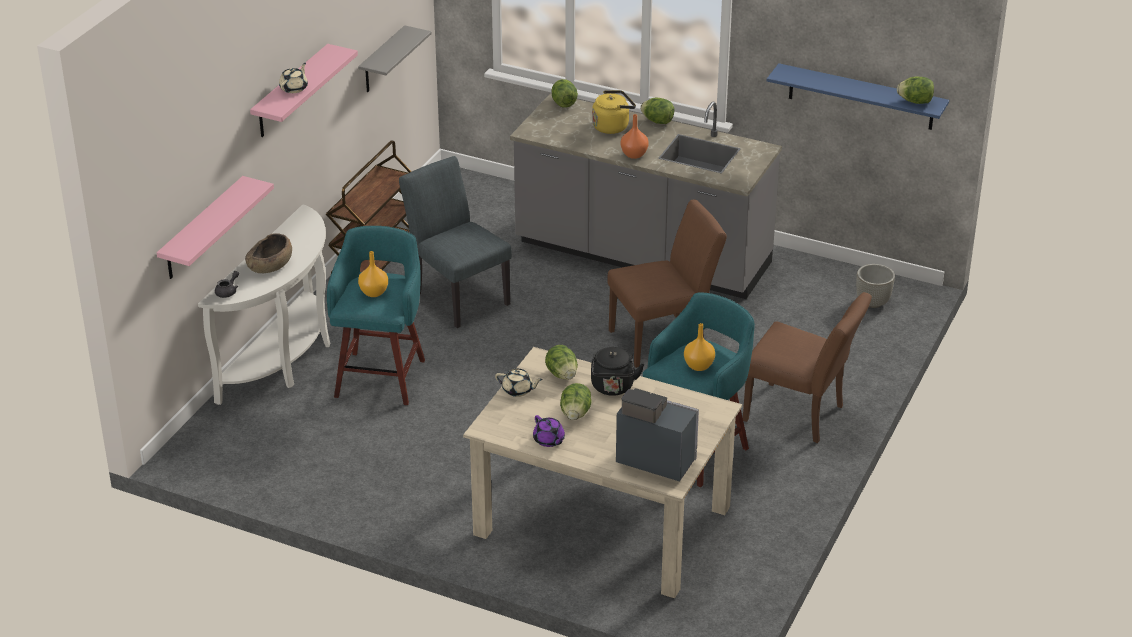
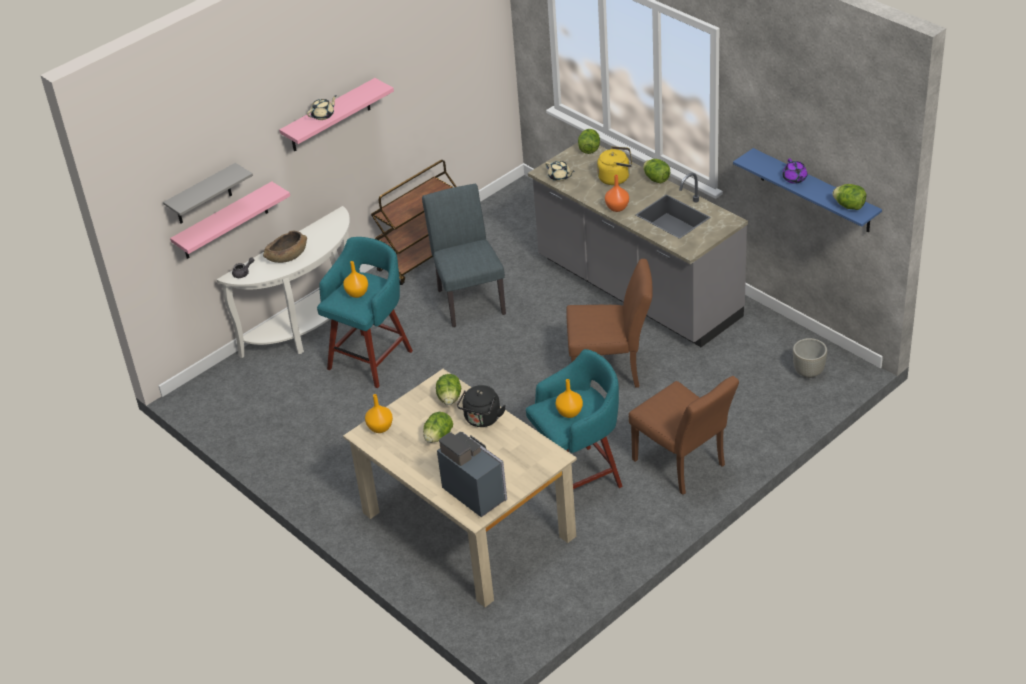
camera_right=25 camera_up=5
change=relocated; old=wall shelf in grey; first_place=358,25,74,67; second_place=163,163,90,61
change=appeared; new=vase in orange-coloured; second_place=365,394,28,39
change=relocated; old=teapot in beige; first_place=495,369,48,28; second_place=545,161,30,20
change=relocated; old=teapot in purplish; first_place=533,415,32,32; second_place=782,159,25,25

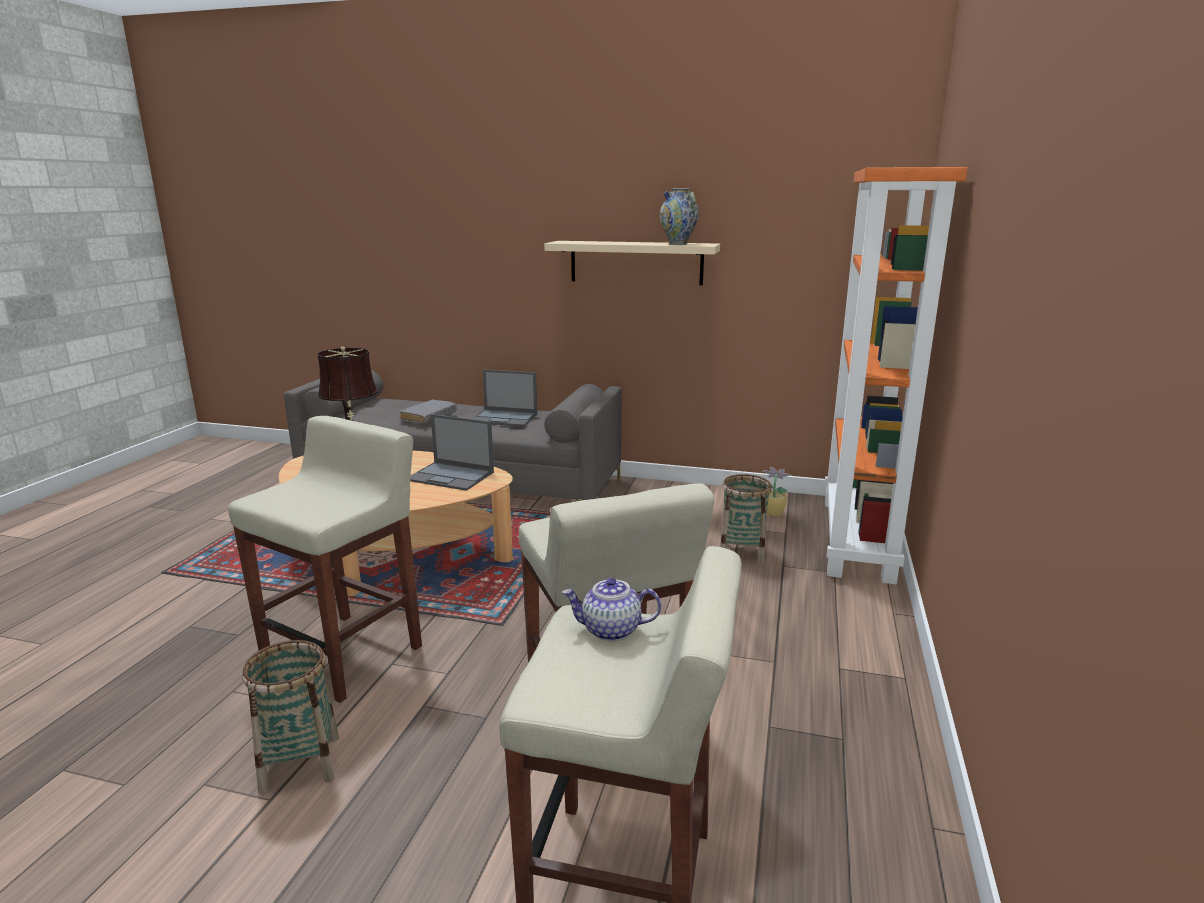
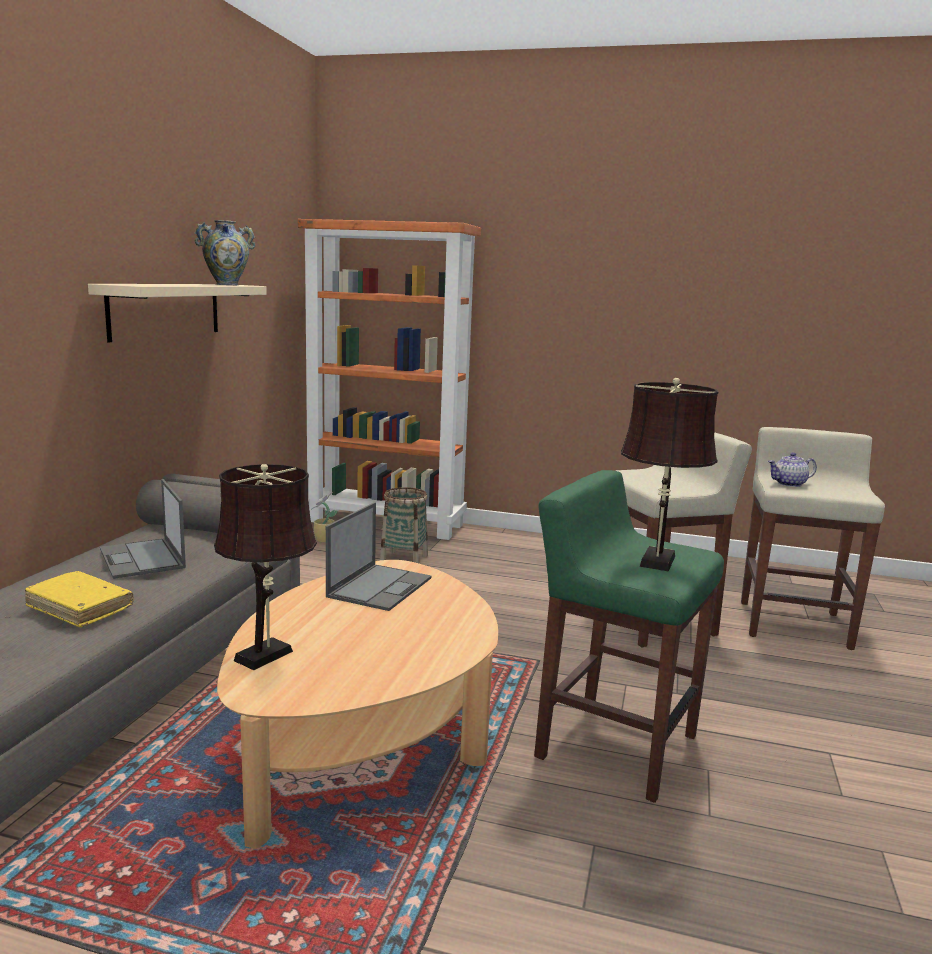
camera_right=-90 camera_up=-5
change=colour; old=book in grey; new=book in yellow; first_place=399,400,58,24; second_place=25,571,109,56
change=spun; old=portable computer; first_place=472,370,65,56; second_place=100,479,86,100; degrees=135
change=colour; old=sitting stool in beige; new=sitting stool in green-coloured; first_place=228,416,194,287; second_place=534,470,190,333
change=appeared; new=tabletop lamp in brownish; second_place=621,378,97,194
change=spun; old=teapot; first_place=562,578,99,63; second_place=768,452,49,35; degrees=75
change=missing; old=household basket; first_place=242,640,97,154

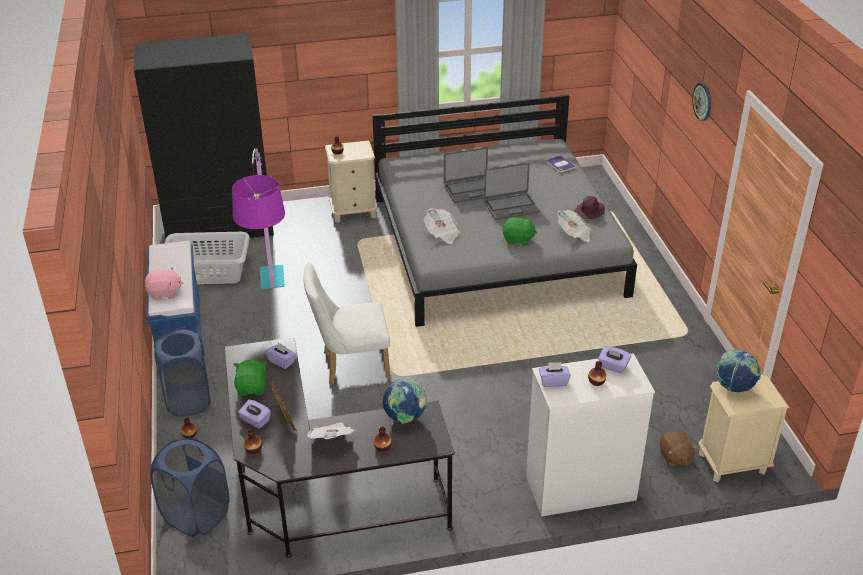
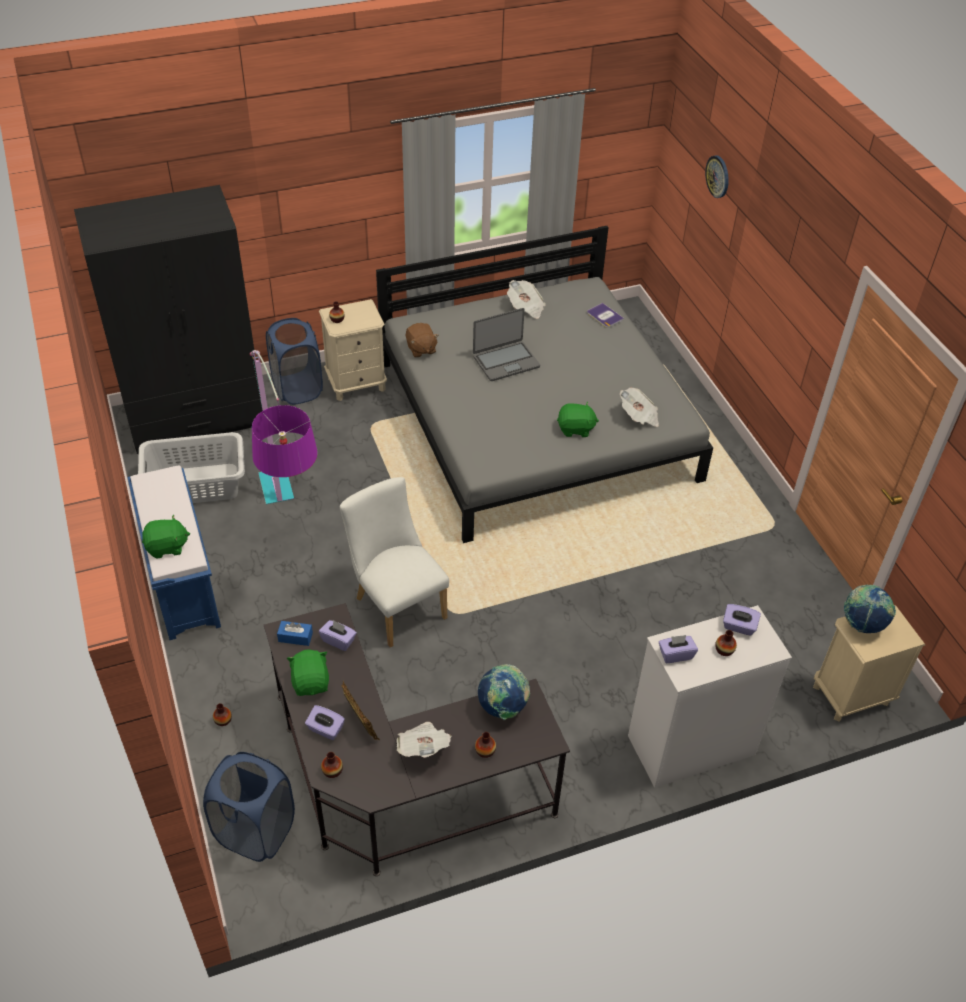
camera_right=-10 camera_up=10
change=colour; old=cuddly toy in pinkish; new=cuddly toy in green-coloured; first_place=145,267,38,33; second_place=142,515,48,43
change=relocated; old=hamper in bluish; first_place=154,328,57,89; second_place=266,318,57,87
change=appeared; new=tissue box in bluish; second_place=277,621,36,25
change=spun; old=upright chair in whitish; first_place=303,263,87,122; second_place=340,477,109,170; degrees=75
change=relocated; old=cuddly toy in brownish; first_place=660,431,37,37; second_place=406,323,33,35
change=relocated; old=newspaper; first_place=424,208,37,36; second_place=507,280,39,39
change=relocated; old=hanging clock; first_place=692,83,19,38; second_place=705,155,24,43
change=missing; old=portable computer; first_place=484,162,56,58
change=missing; old=wearable hat in purplish; first_place=574,196,31,23

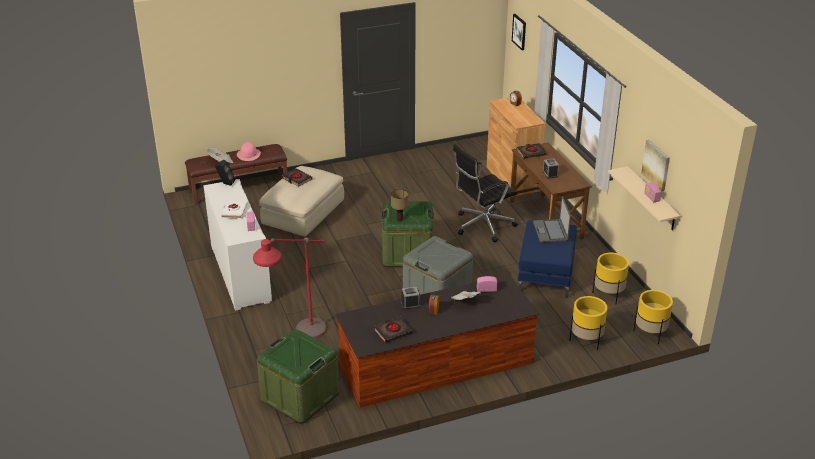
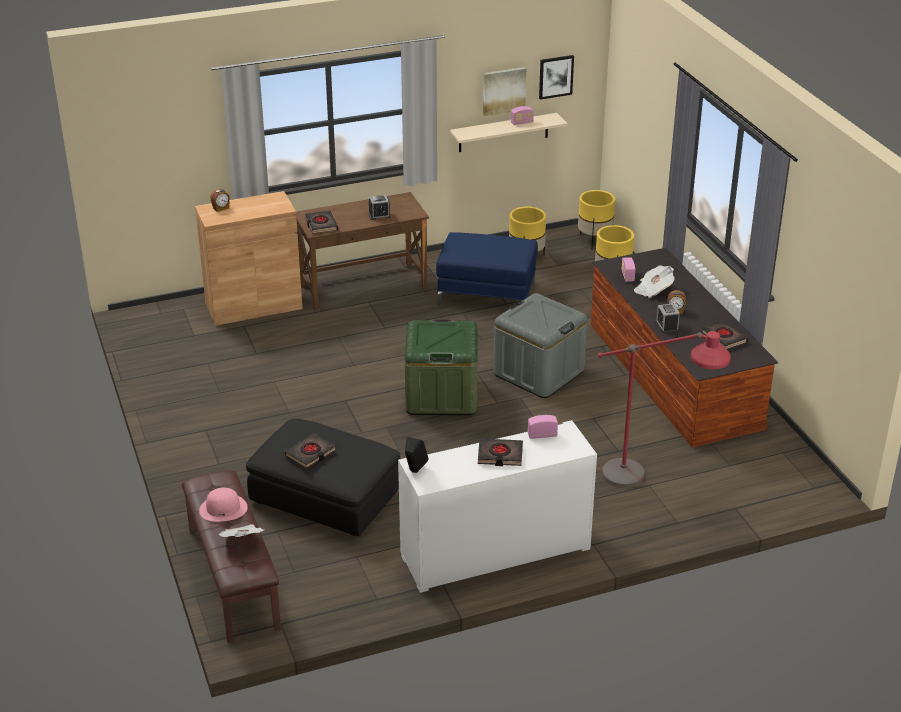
camera_right=-90 camera_up=0
change=colour; old=footrest in beige; new=footrest in black-coloured; first_place=259,166,85,71; second_place=246,419,154,117
change=colour; old=book in whitish; new=book in black-coloured; first_place=221,200,27,19; second_place=478,438,45,28
change=relocated; old=picture; first_place=512,14,14,37; second_place=539,55,35,45
change=missing; old=storage bin in green-coloured; first_place=257,329,82,95
change=missing; old=tabletop lamp; first_place=391,189,18,32
change=missing; old=desk chair in black-coloured; first_place=453,144,65,98
change=missing; old=portable computer; first_place=533,196,38,47

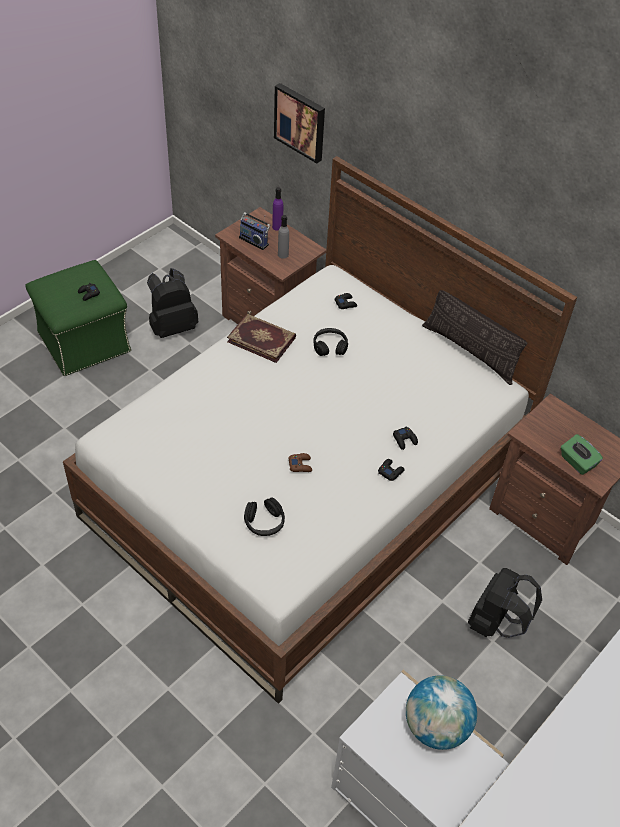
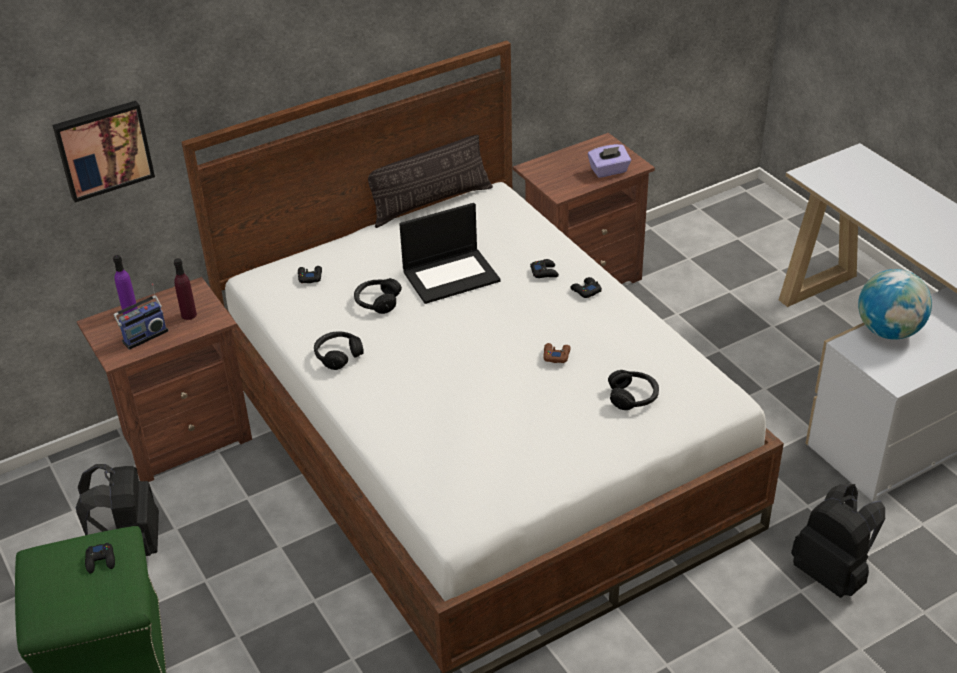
camera_right=-70 camera_up=-10
change=colour; old=bottle in grey; new=bottle in purplish; first_place=278,215,11,44; second_place=174,258,23,62
change=exchanged; old=book; new=headphones in black-coloured; first_place=227,314,69,49; second_place=314,331,50,39
change=appeared; new=portable computer; second_place=399,203,102,101
change=colour; old=tissue box in green-coloured; new=tissue box in purplish; first_place=561,434,42,41; second_place=588,144,43,34
change=relocated; old=backpack in black-coloured; first_place=468,568,74,70; second_place=791,484,94,114

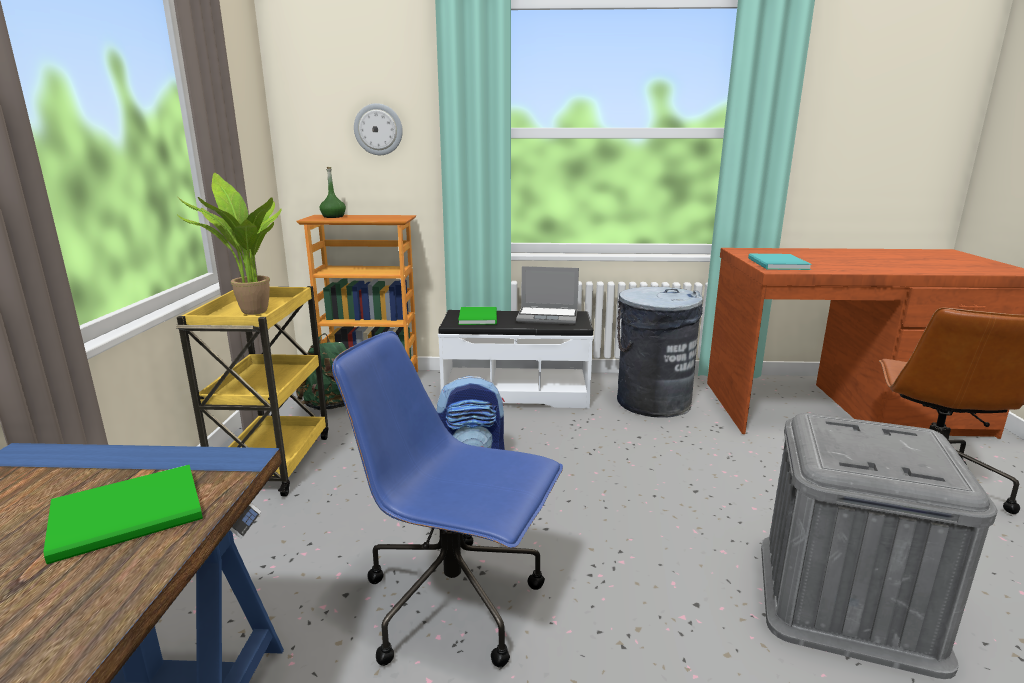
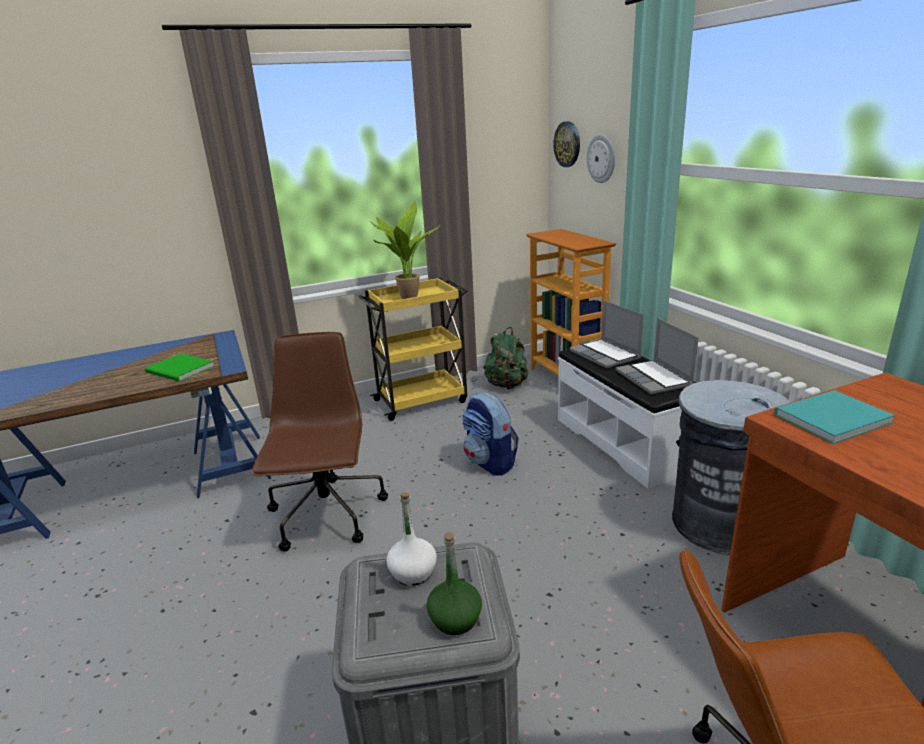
camera_right=65 camera_up=5
change=colour; old=desk chair in bluish; new=desk chair in brownish; first_place=332,331,231,337; second_place=252,332,136,219
change=appeared; new=bottle in whitish; second_place=387,492,50,94
change=relocated; old=bottle in green-coloured; first_place=320,167,26,51; second_place=426,532,56,103
change=appeared; new=hanging clock; second_place=553,121,27,46
change=exchanged; old=book in green-coloured; new=portable computer; first_place=458,307,39,18; second_place=570,300,74,69

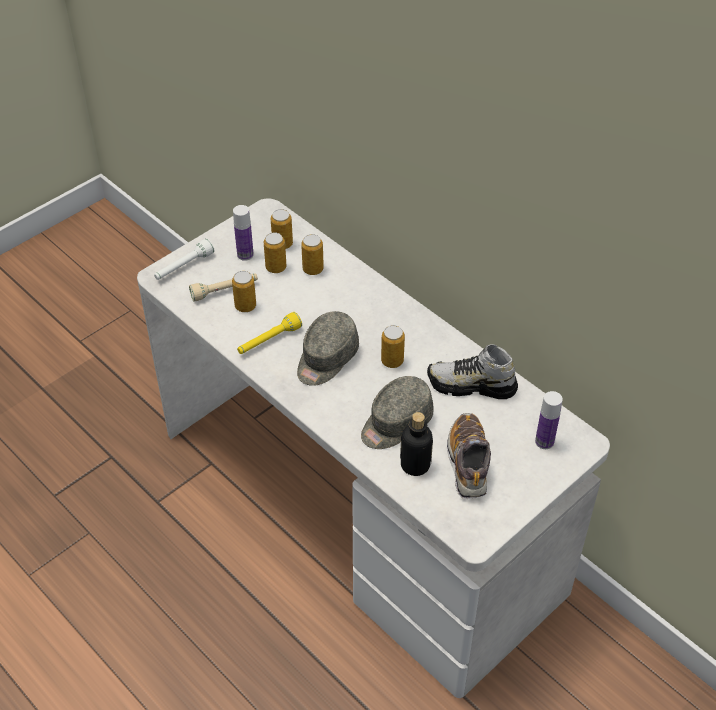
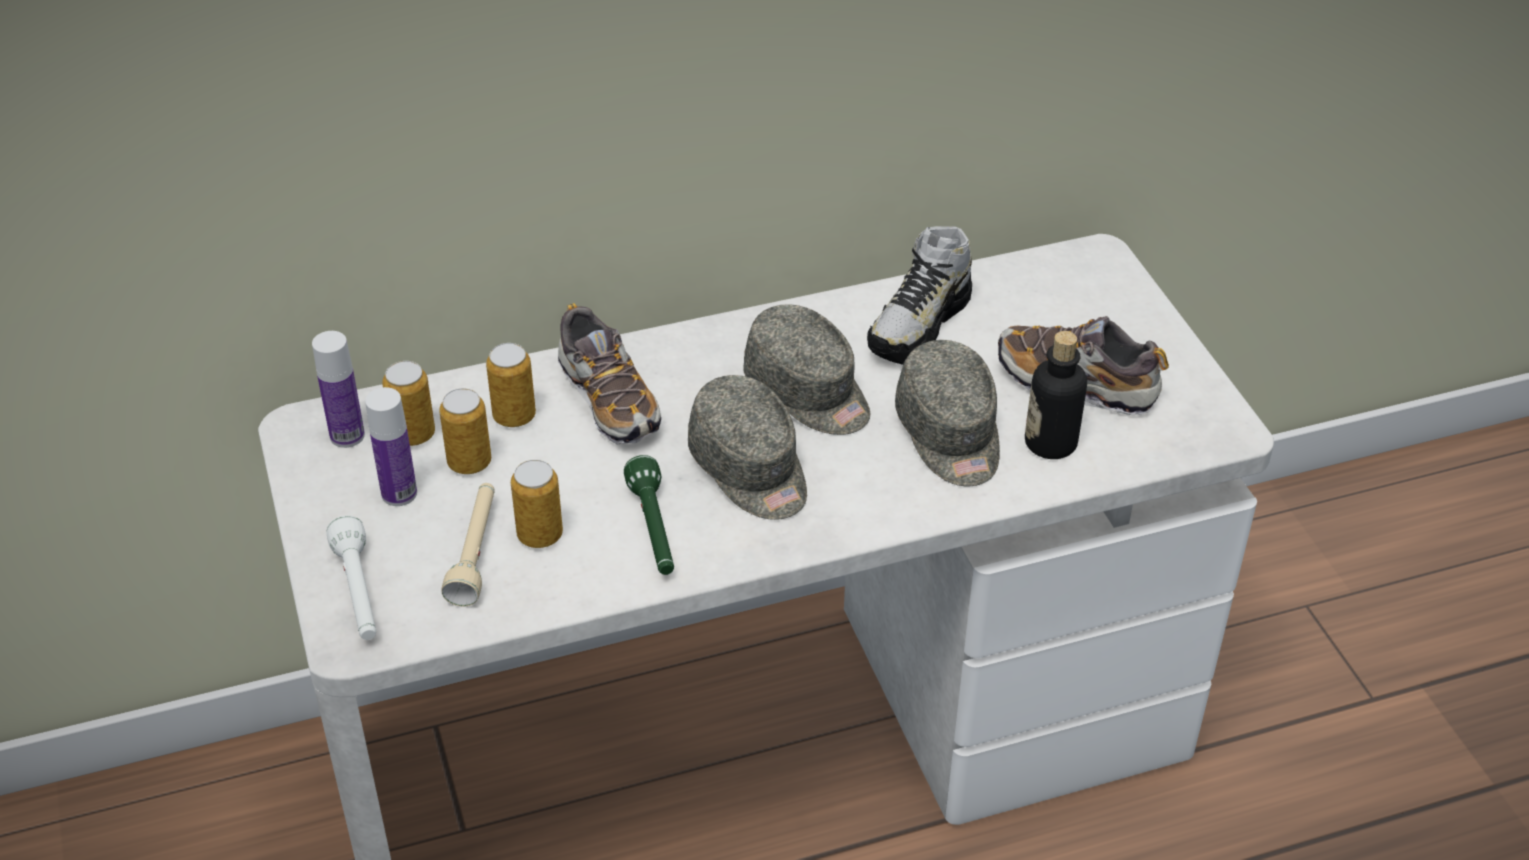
camera_right=-65 camera_up=-5
change=relocated; old=bottle; first_place=535,391,28,58; second_place=312,331,53,117
change=appeared; new=low shoe; second_place=558,303,103,141
change=colour; old=flashlight in yellow; new=flashlight in green-coloured; first_place=237,312,65,42; second_place=624,455,50,120
change=exchanged; old=sealed can; new=baseball cap in grey; first_place=381,325,24,43; second_place=743,304,127,131

